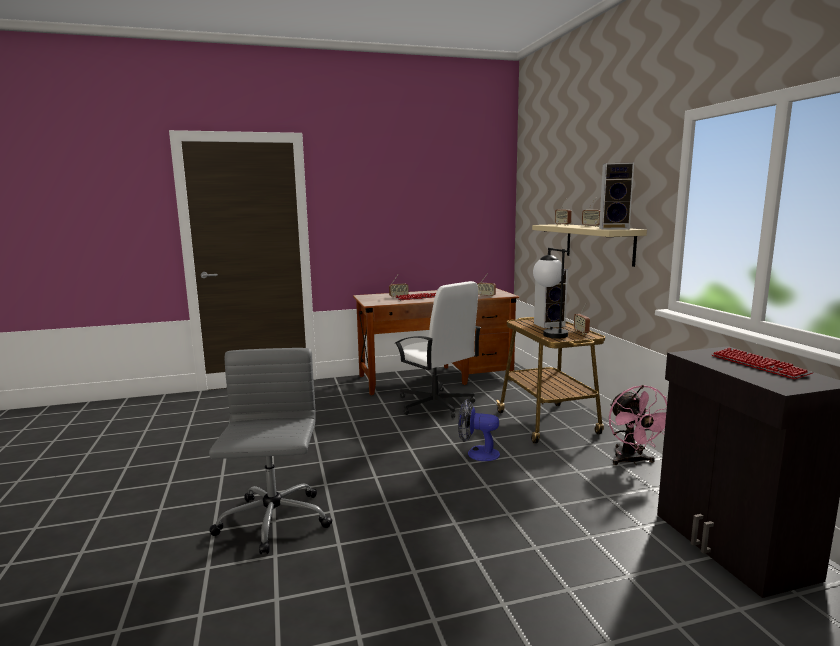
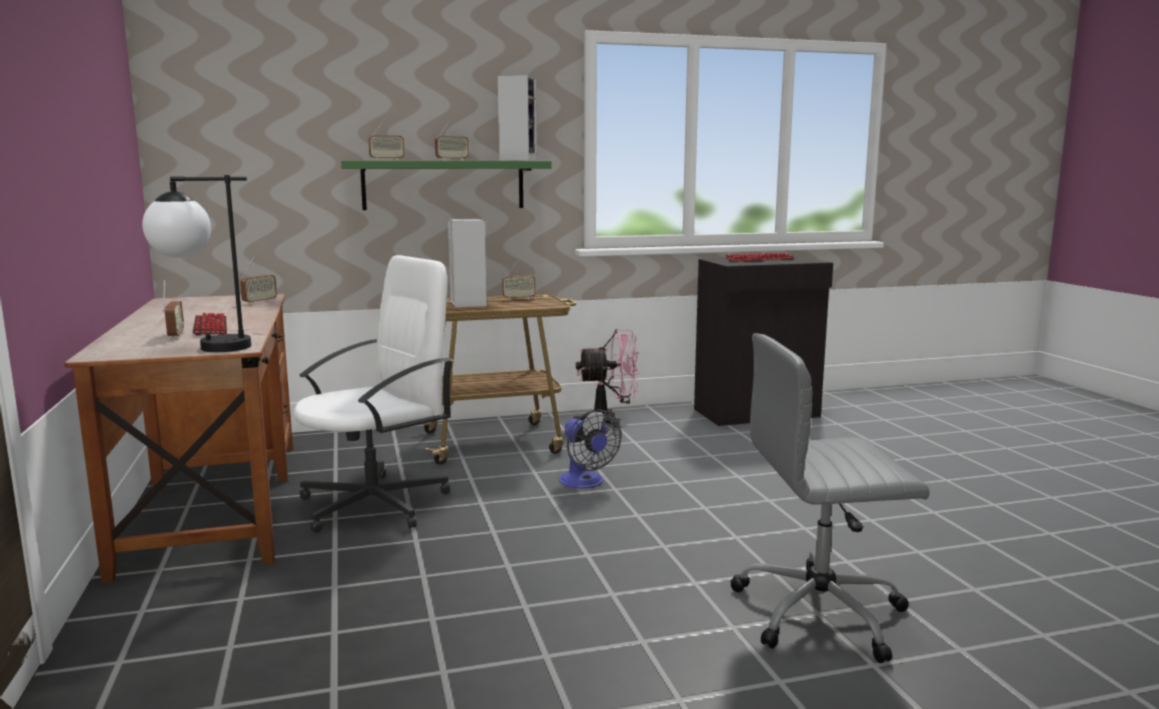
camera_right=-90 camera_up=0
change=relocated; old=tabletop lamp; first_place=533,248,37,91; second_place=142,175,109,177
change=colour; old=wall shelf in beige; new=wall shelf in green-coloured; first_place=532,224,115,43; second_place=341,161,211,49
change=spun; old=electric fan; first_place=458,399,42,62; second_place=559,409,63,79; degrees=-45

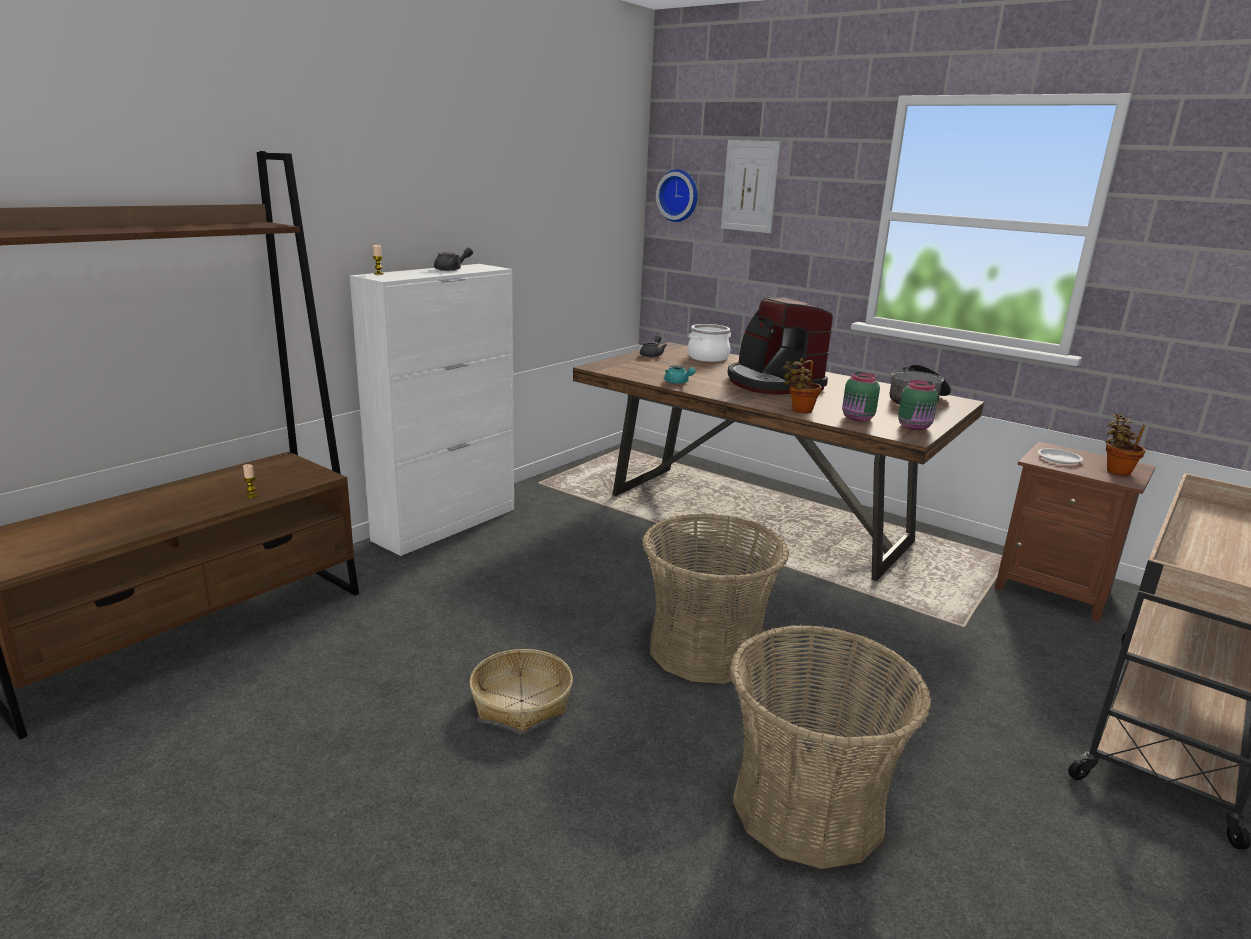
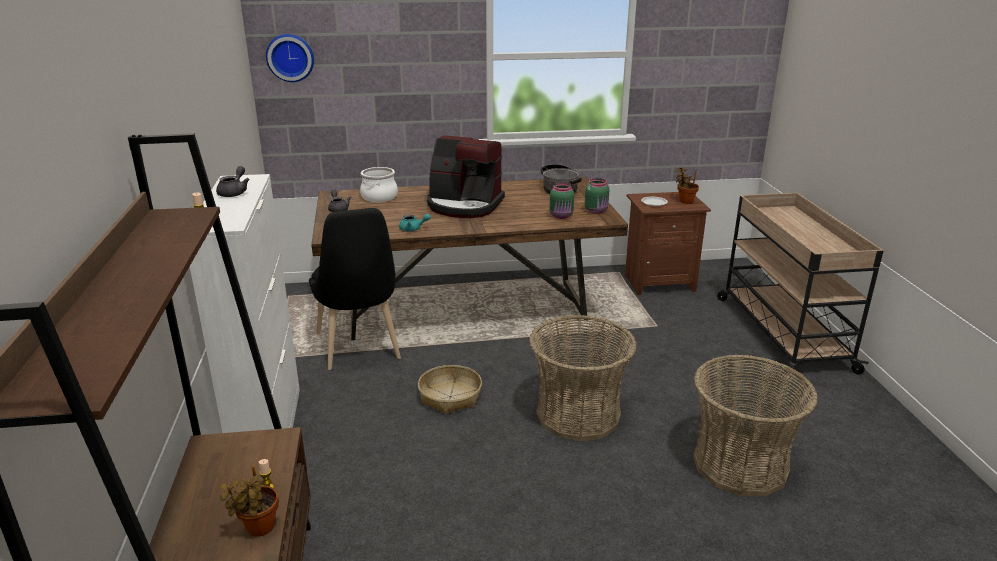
camera_right=-45 camera_up=5
change=relocated; old=potted plant; first_place=783,358,39,55; second_place=220,466,59,71
change=appeared; new=upright chair in black-coloured; second_place=309,208,92,162
change=relocated; old=household basket; first_place=469,649,104,83; second_place=418,365,64,49
change=missing; old=picture; first_place=721,140,59,93

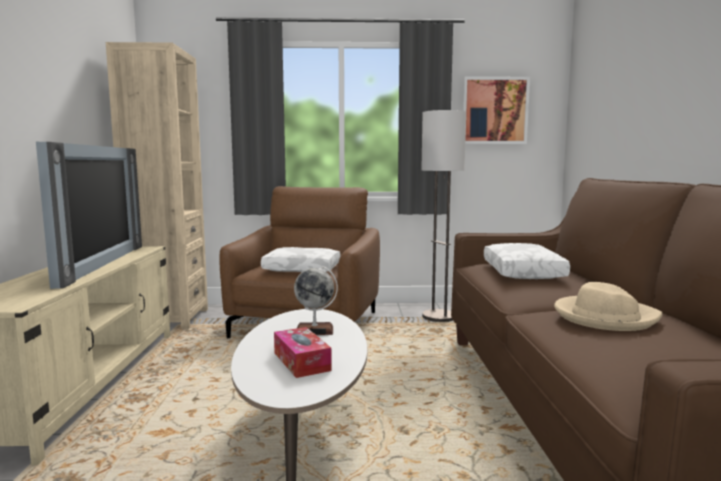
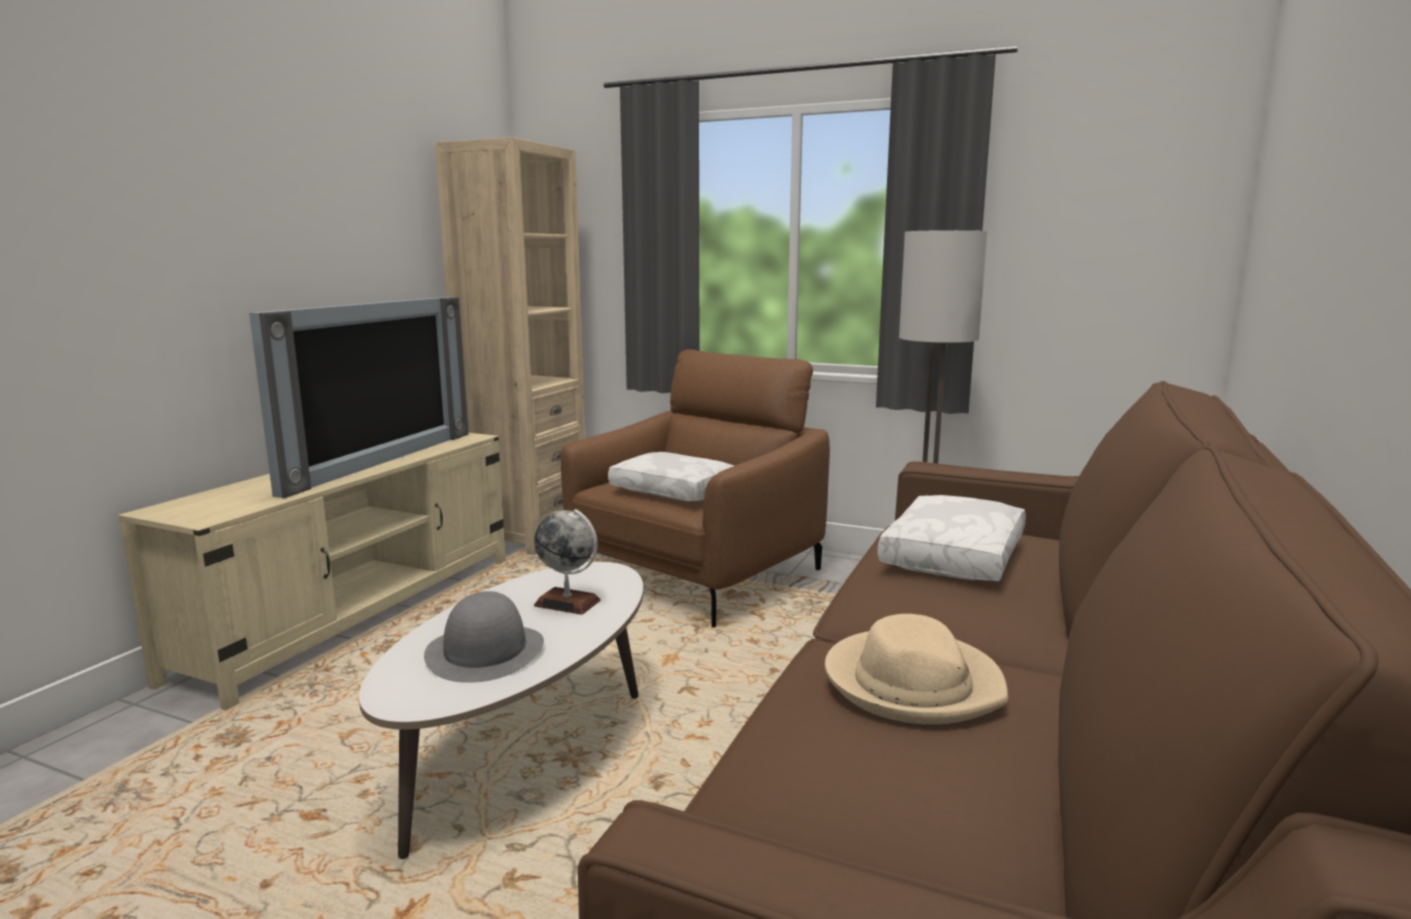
camera_right=25 camera_up=5
change=exchanged; old=tissue box; new=wearable hat in grey; first_place=274,327,58,51; second_place=424,591,120,92
change=missing; old=picture; first_place=463,76,67,68

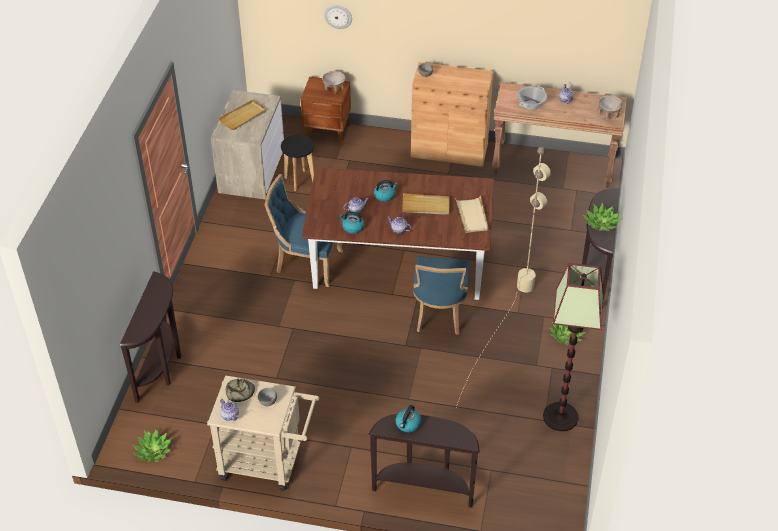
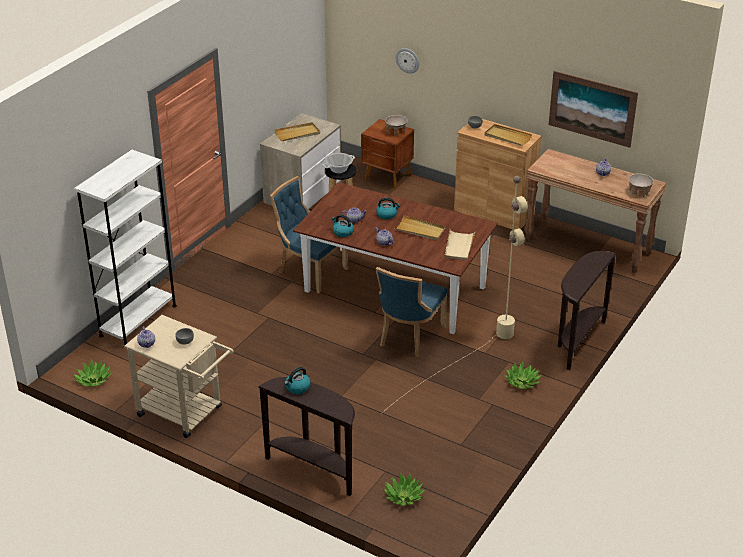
camera_right=20 camera_up=-10
change=exchanged; old=hall table in brownish; new=shelving unit in whitish; first_place=120,271,61,132; second_place=74,150,103,198
change=relocated; old=cooking pot; first_place=517,86,30,24; second_place=322,153,33,20
change=relocated; old=potted plant; first_place=584,203,38,28; second_place=382,473,43,33
change=appeared; new=carrying tray in beige; second_place=484,124,48,22
change=appeared; new=picture; second_place=549,71,89,77
change=missing; old=baked bread; first_place=226,378,29,24
change=missing; old=floor lamp; first_place=543,263,61,168

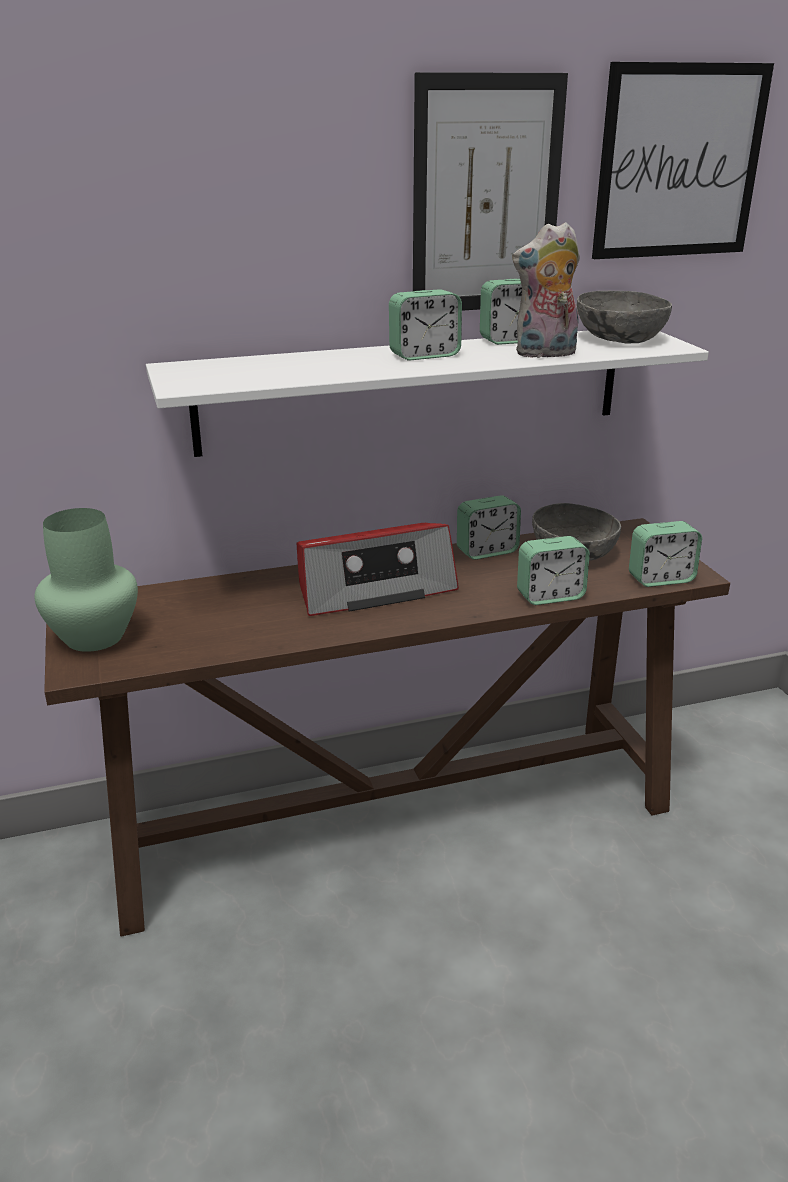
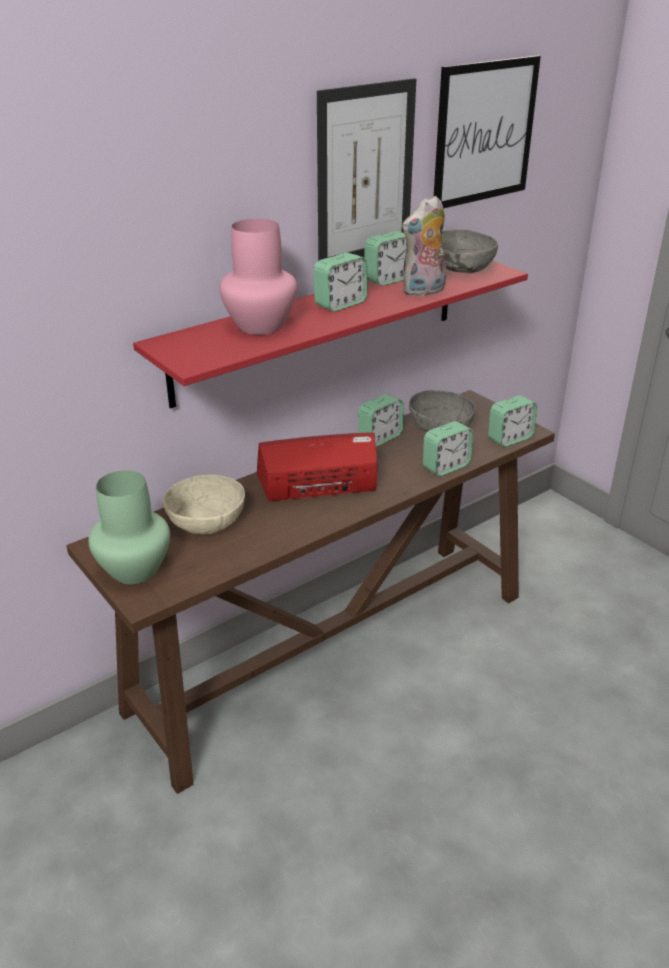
camera_right=-20 camera_up=5
change=colour; old=wall shelf in whitish; new=wall shelf in red; first_place=146,331,563,126; second_place=133,261,395,148
change=appeared; new=serving bowl in beige; second_place=163,475,82,59
change=appeared; new=vase in pinkish; second_place=219,219,78,116
change=spun; old=radio; first_place=297,523,162,93; second_place=257,432,120,69; degrees=-150

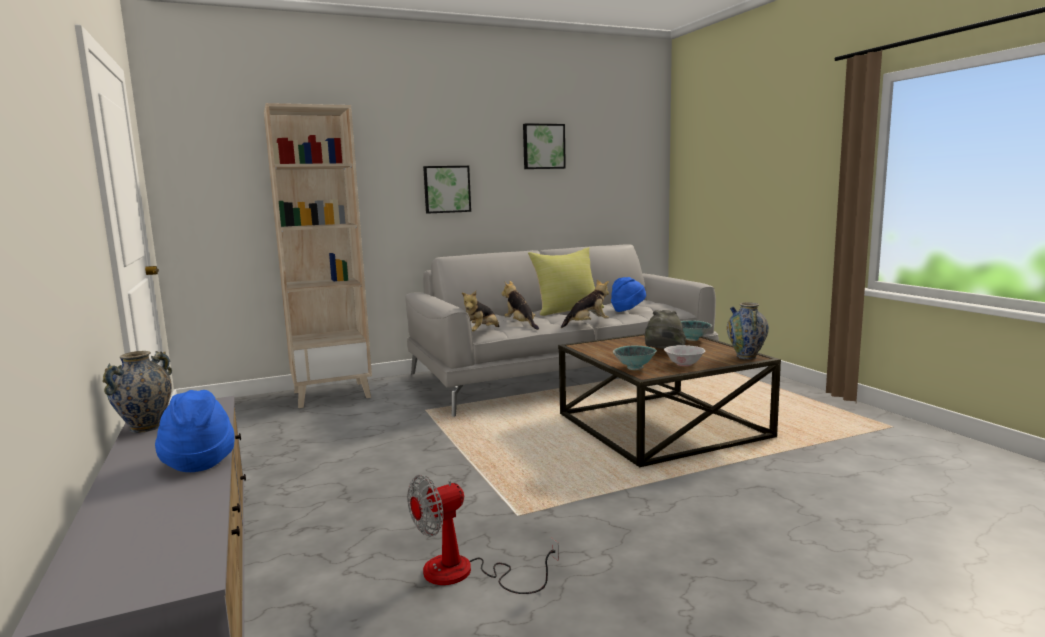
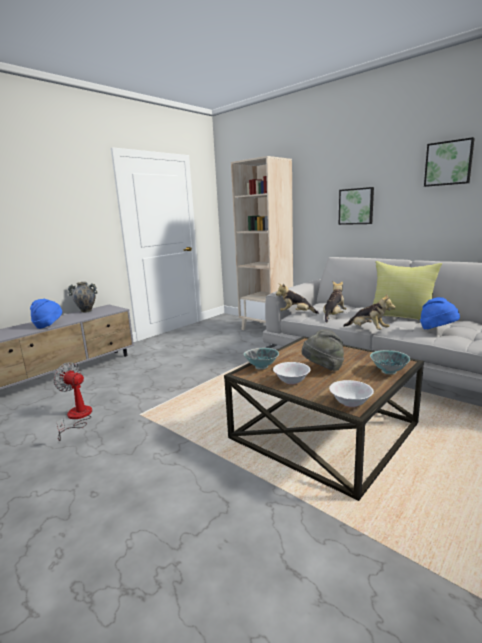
camera_right=65 camera_up=5
change=exchanged; old=vase; new=serving bowl in whitish; first_place=727,302,42,58; second_place=329,380,45,27

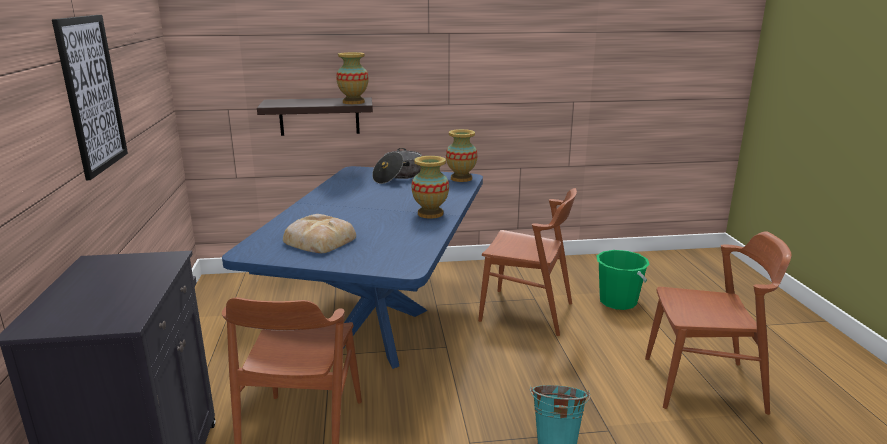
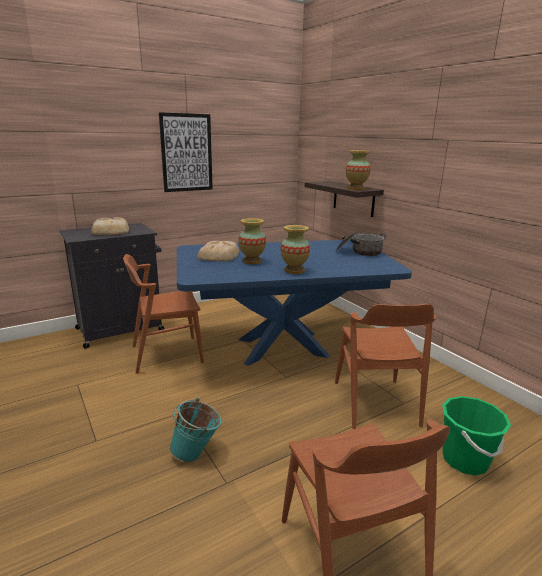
camera_right=65 camera_up=0
change=appeared; new=baked bread; second_place=91,217,38,18
change=relocated; old=vase; first_place=446,129,31,53; second_place=238,218,28,46

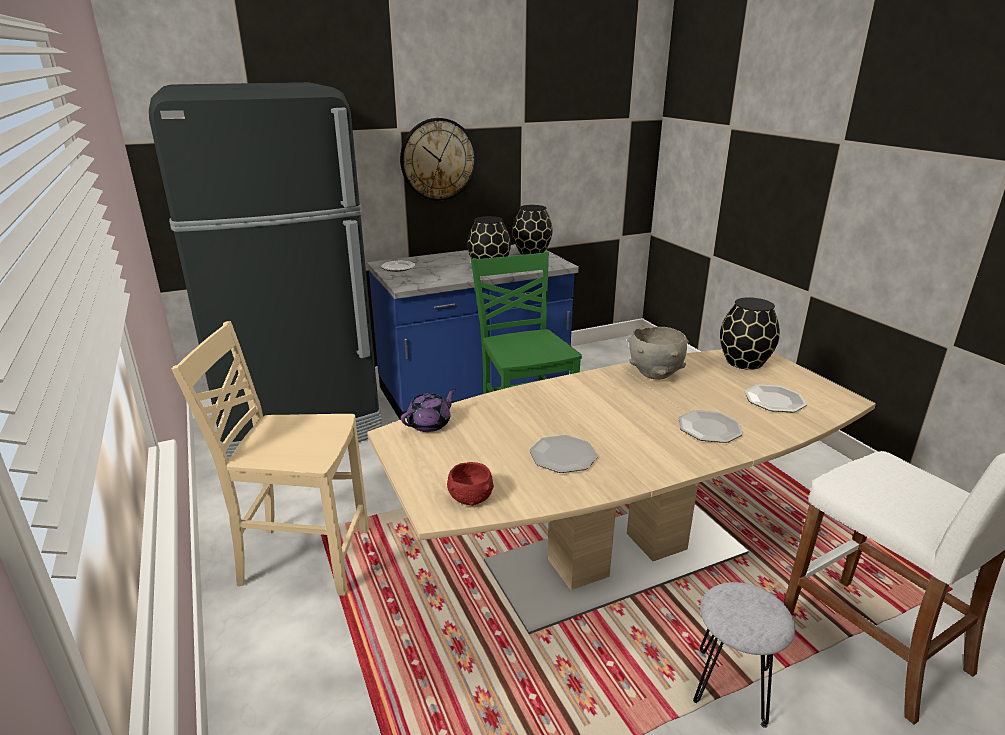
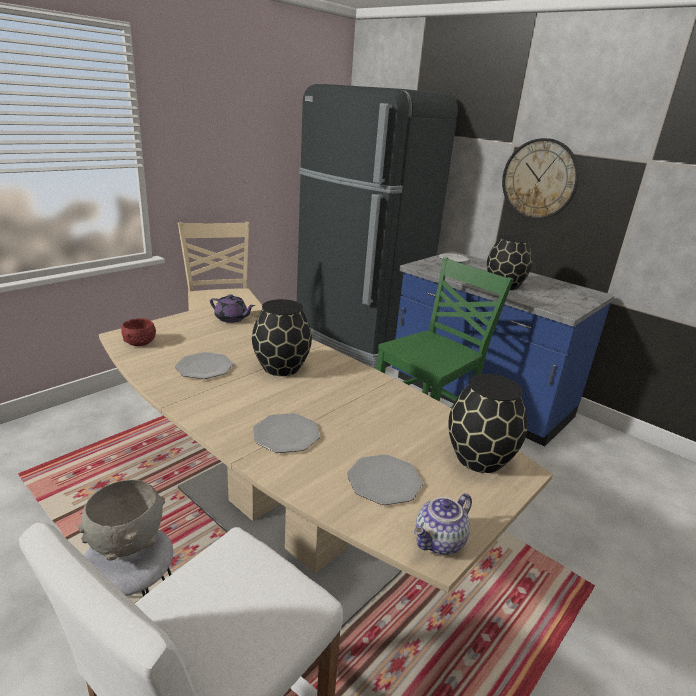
camera_right=65 camera_up=0
change=relocated; old=serving bowl in grey; first_place=627,327,62,53; second_place=78,480,87,81
change=relocated; old=vase in black-coloured; first_place=512,205,41,50; second_place=252,299,60,77
change=appeared; new=teapot; second_place=414,493,58,62

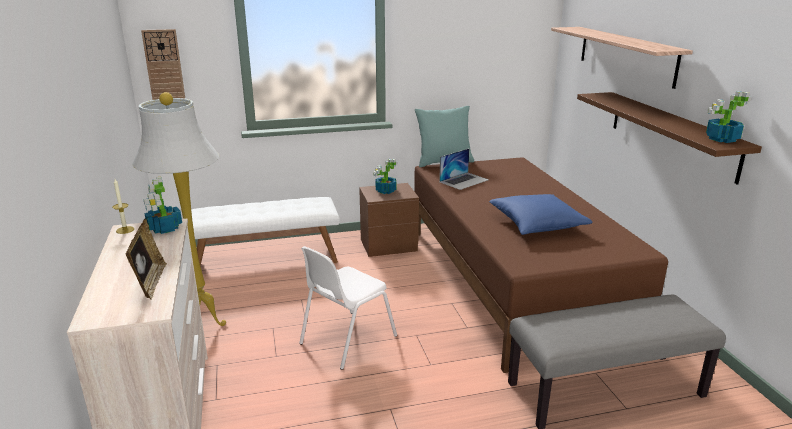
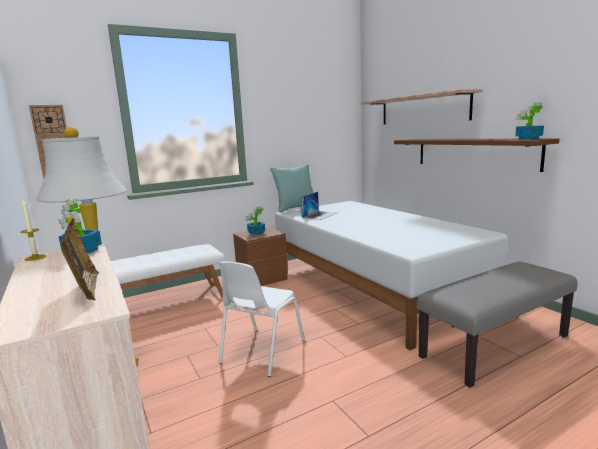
camera_right=-15 camera_up=-10
change=colour; old=bed in brownish; new=bed in whitish; first_place=414,157,254,216; second_place=275,201,233,149
change=missing; old=cushion in bluish; first_place=489,194,103,41

